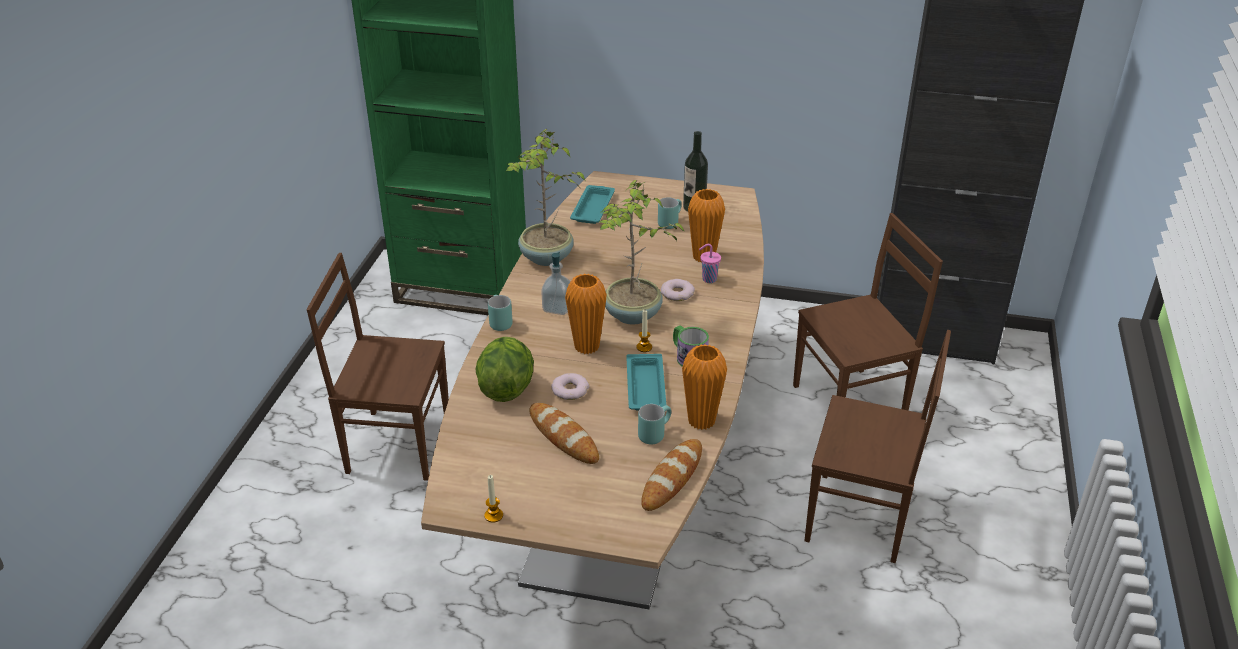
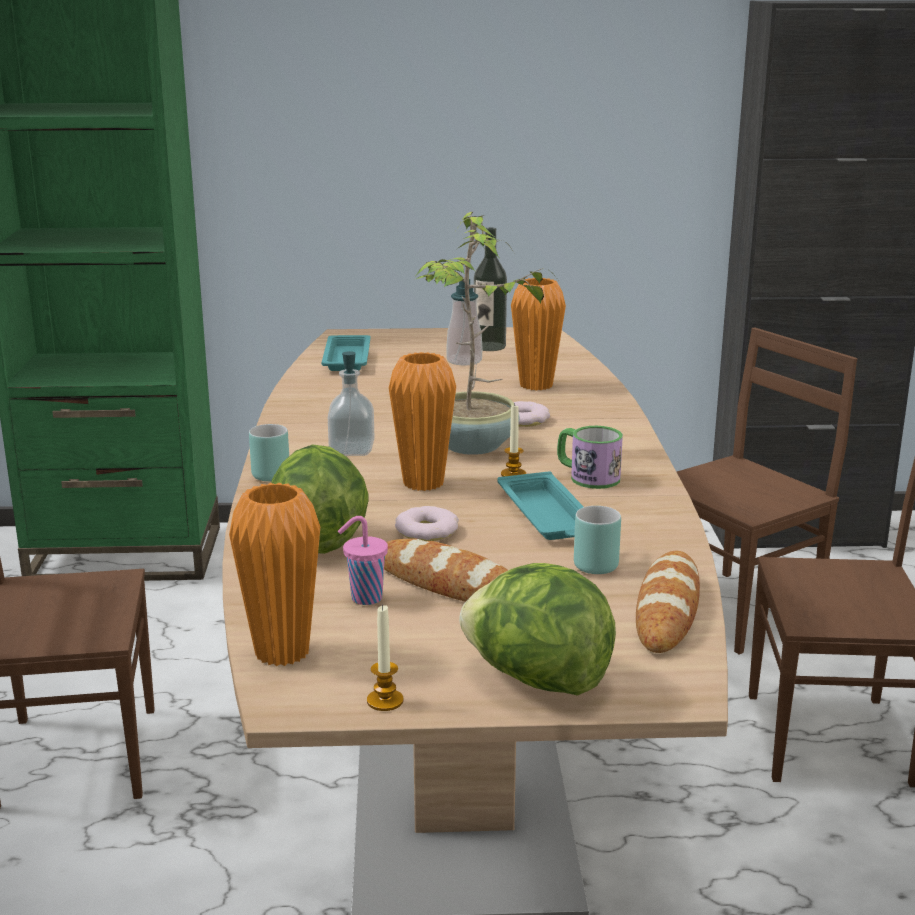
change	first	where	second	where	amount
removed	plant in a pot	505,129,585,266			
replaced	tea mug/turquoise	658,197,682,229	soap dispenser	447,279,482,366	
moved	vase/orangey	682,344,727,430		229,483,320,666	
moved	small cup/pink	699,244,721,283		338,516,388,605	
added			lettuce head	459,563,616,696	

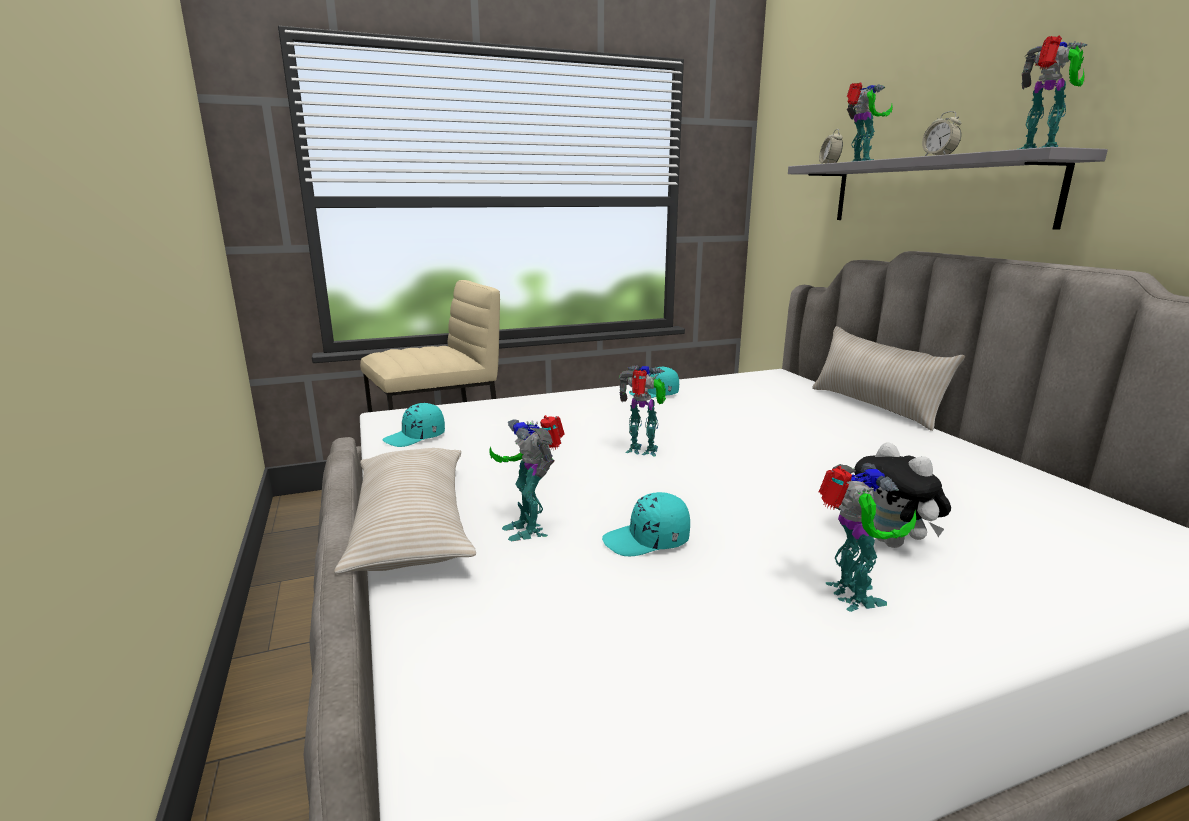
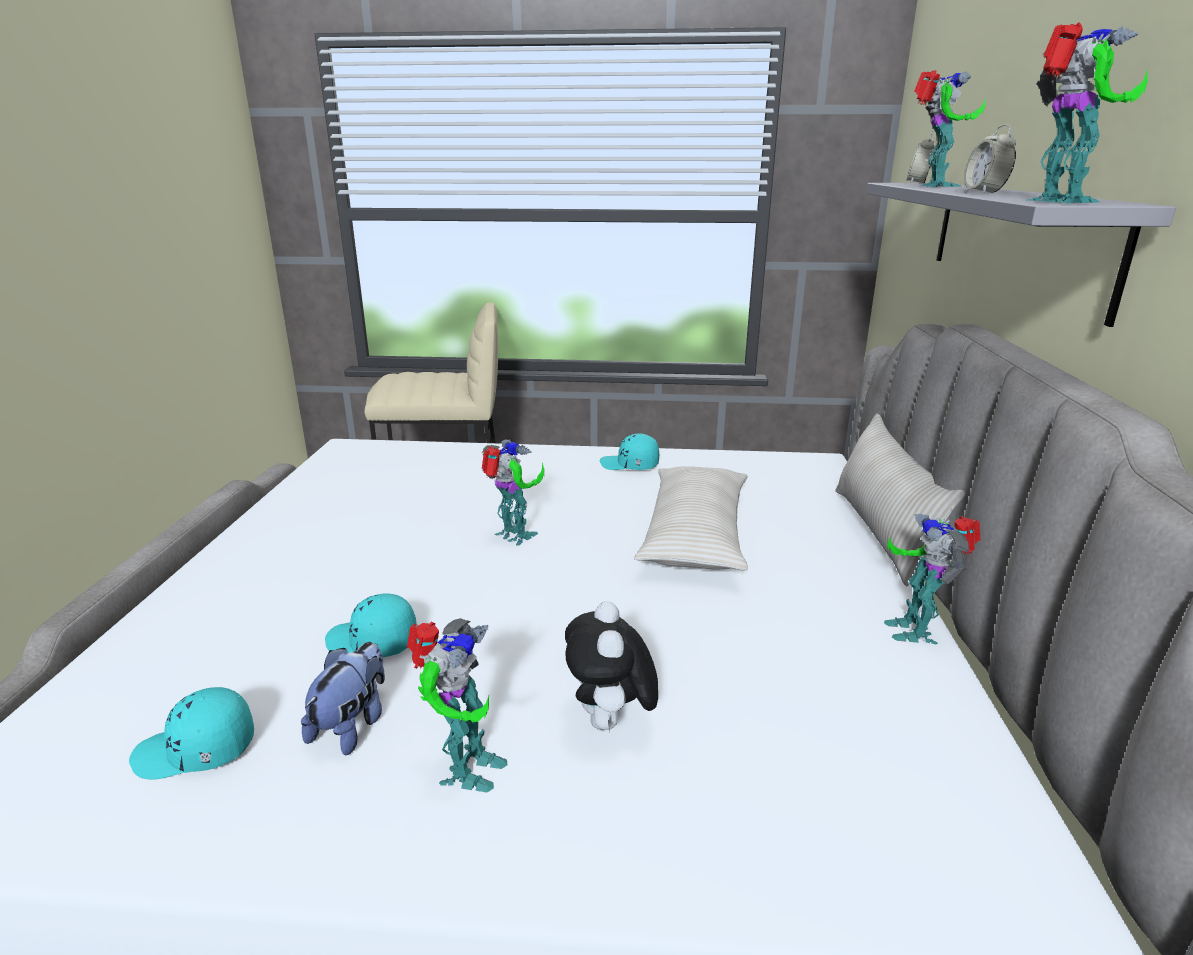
change	first	where	second	where	amount
moved	throw pillow/beige-coloured	334,448,476,574		634,466,748,571	
moved	peaked cap/turquoise	383,403,445,447		129,687,254,780	
moved	model robot	489,415,565,541		884,514,981,644	
added			plush toy	301,642,385,755	

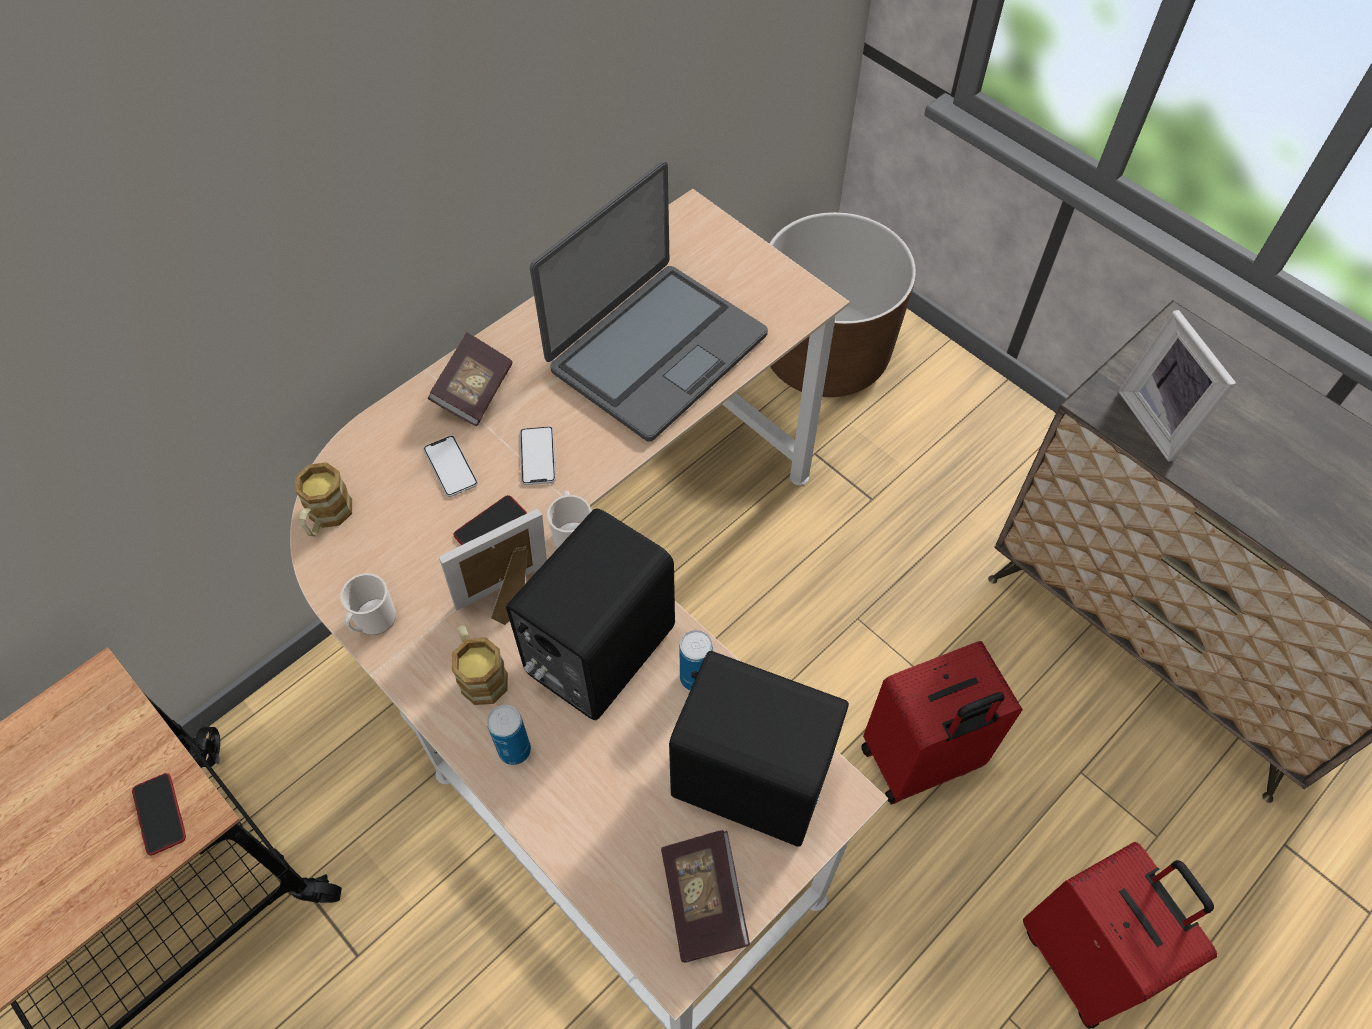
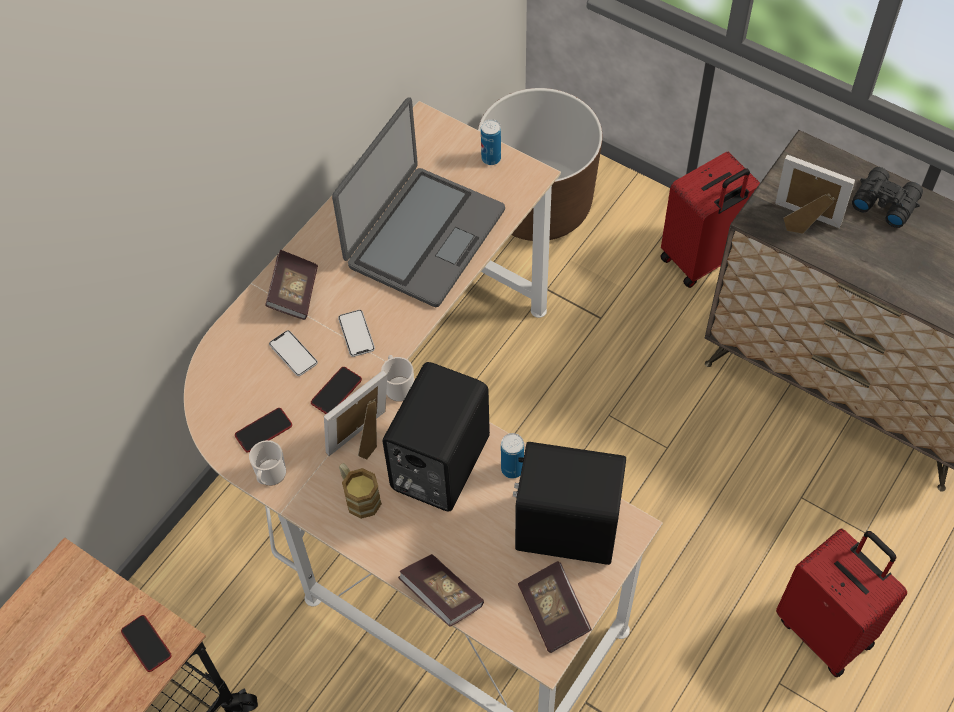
change	first	where	second	where	amount
removed	tea mug	295,462,352,537			
moved	can	487,705,531,765		481,119,501,165	
moved	travel case/red-coloured	861,641,1022,804		660,152,760,288	
turned	photo frame	1118,310,1236,462		775,155,855,234	150 degrees clockwise
added			telephone	235,408,292,452	
added			bound book	398,554,484,627	
added			pair of binoculars/black-coloured	852,167,923,228	

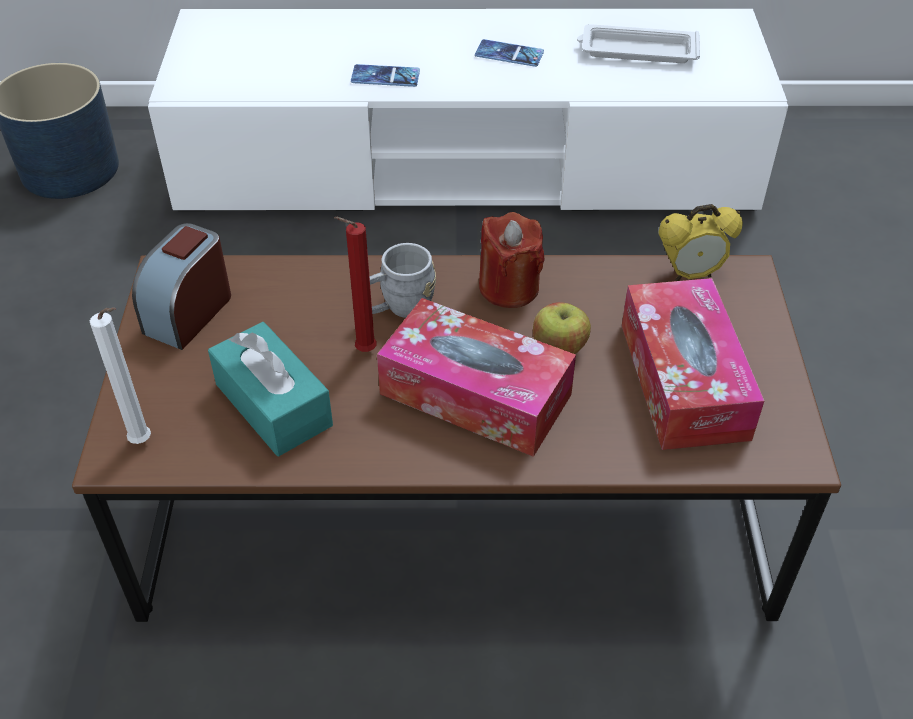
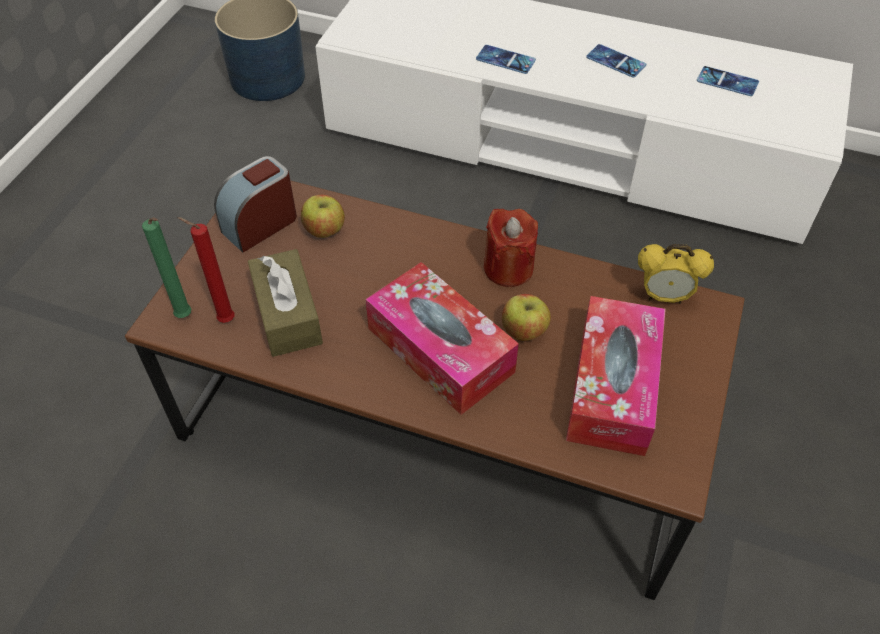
change	first	where	second	where	amount
recoloured	wax candle/white	90,307,151,444	wax candle/green	142,217,191,318	
recoloured	tissue box/turquoise	208,322,333,456	tissue box/brown	248,249,323,357	
moved	wax candle/red-coloured	334,217,377,352		177,217,235,323	
removed	tea mug/gray	369,243,436,318			
replaced	carrying tray/white	577,24,700,63	telephone	697,66,759,96	
added			apple	301,195,345,238	

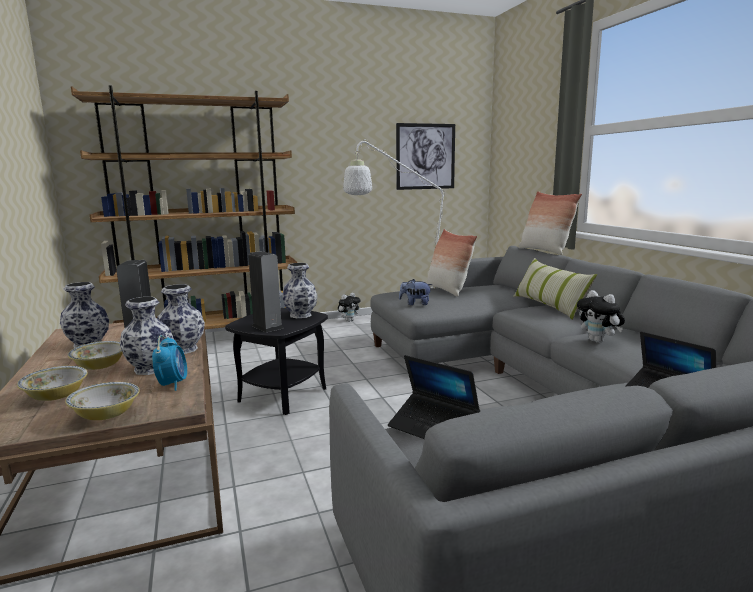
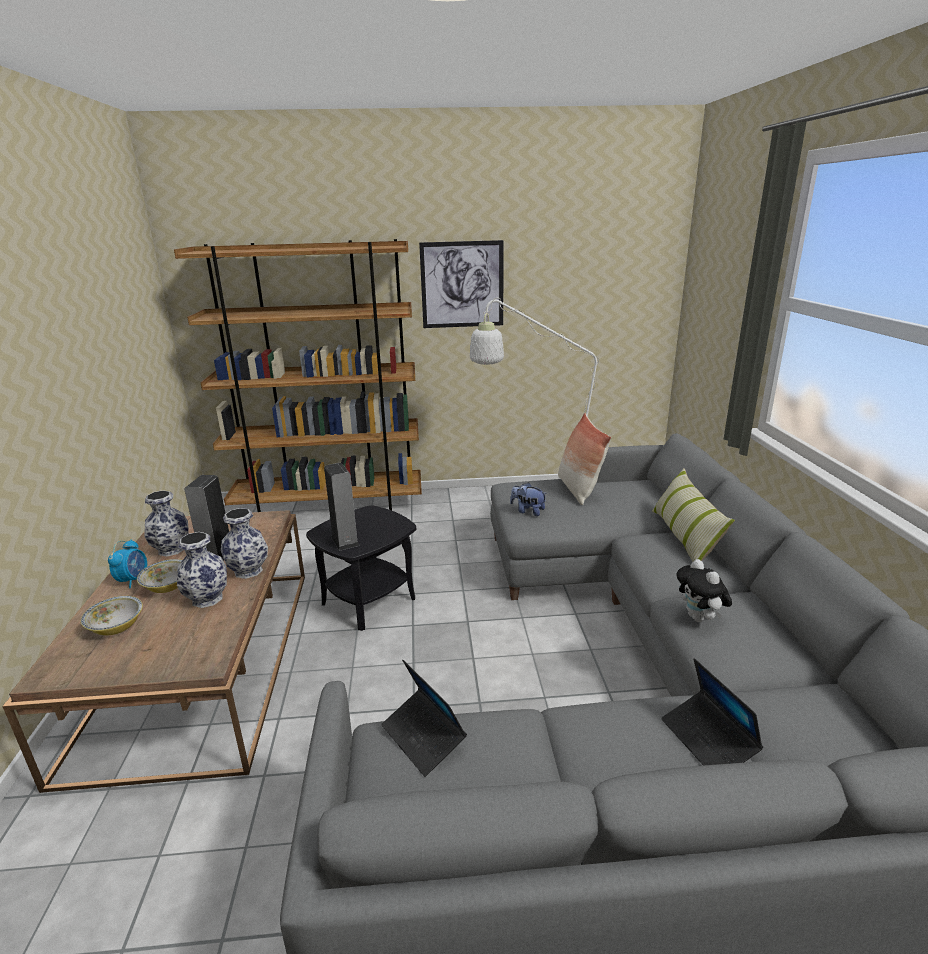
change	first	where	second	where	amount
removed	bowl	65,382,140,420			
moved	alarm clock	152,335,187,391		108,539,147,588	
removed	vase	282,263,317,318			
removed	plush toy	338,293,361,322			
moved	wall picture	396,123,455,190		419,240,504,328	
removed	throw pillow	518,191,582,255			

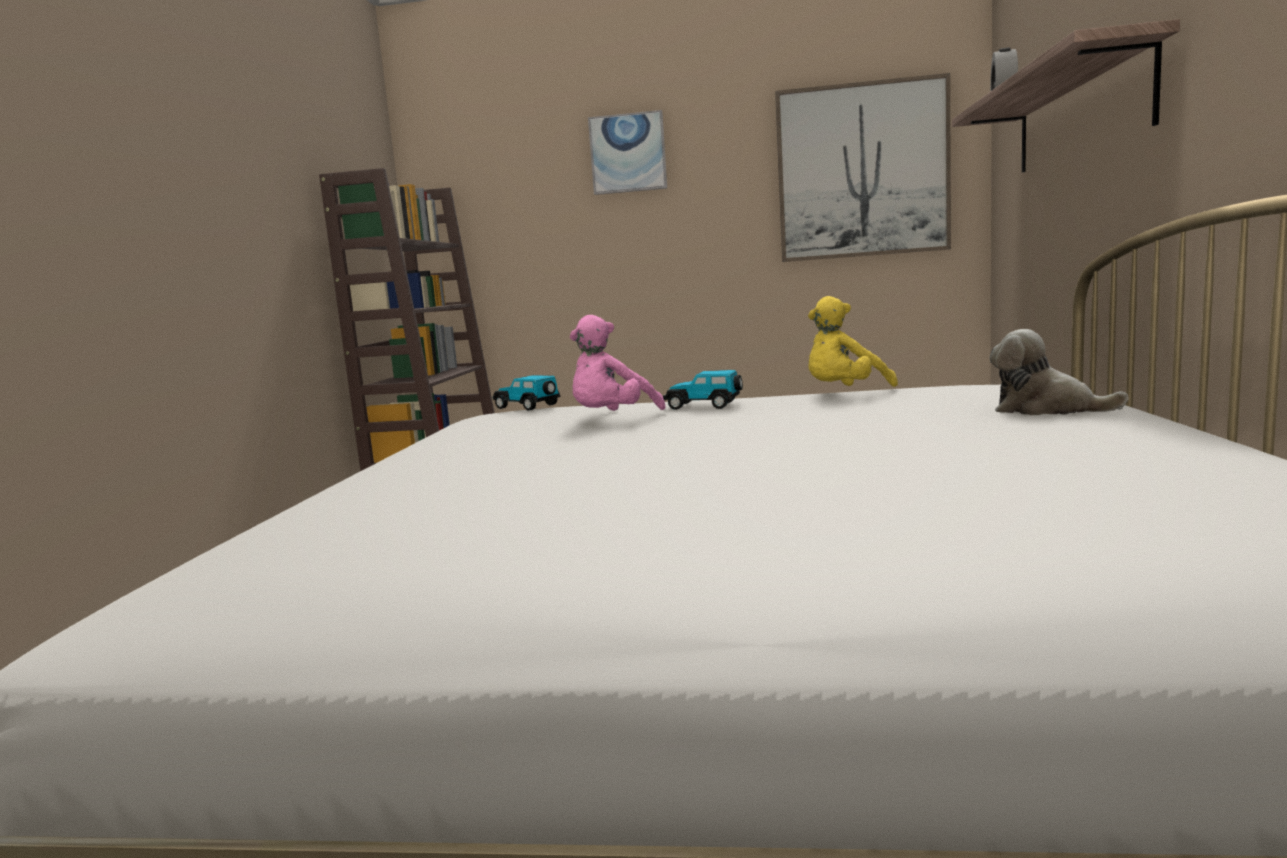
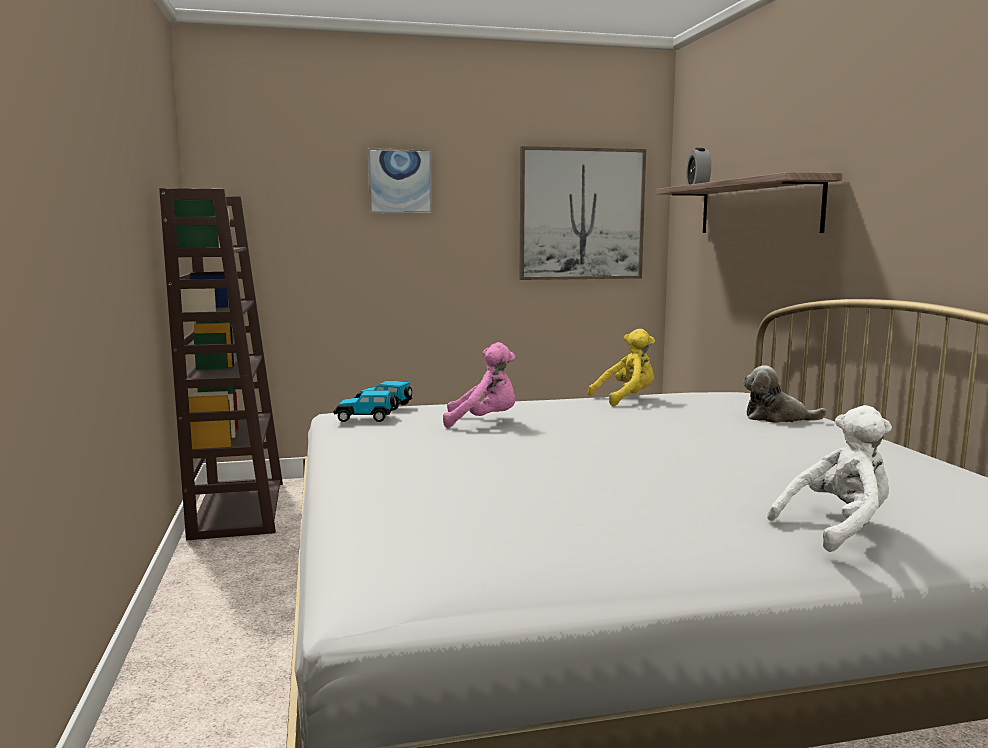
change	first	where	second	where	amount
turned	plush toy/pink	570,315,666,411		443,342,515,428	105 degrees counterclockwise
moved	model car	663,370,743,410		333,390,396,422	
turned	plush toy/yellow	808,296,898,387		588,329,655,406	150 degrees counterclockwise
added			plush toy/white	767,405,892,552	

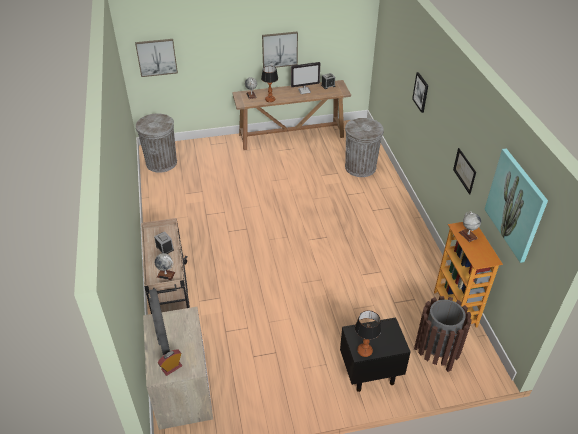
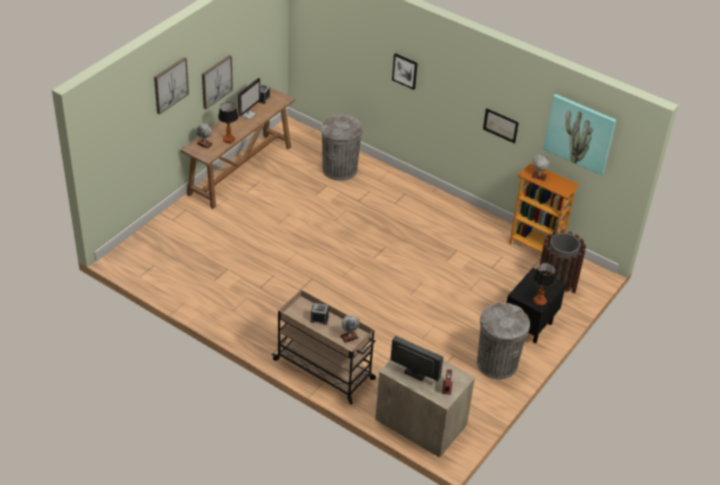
change	first	where	second	where	amount
moved	wall picture	135,39,178,77		154,57,189,114	
moved	trash can/gray	136,114,177,173		477,303,530,379	

